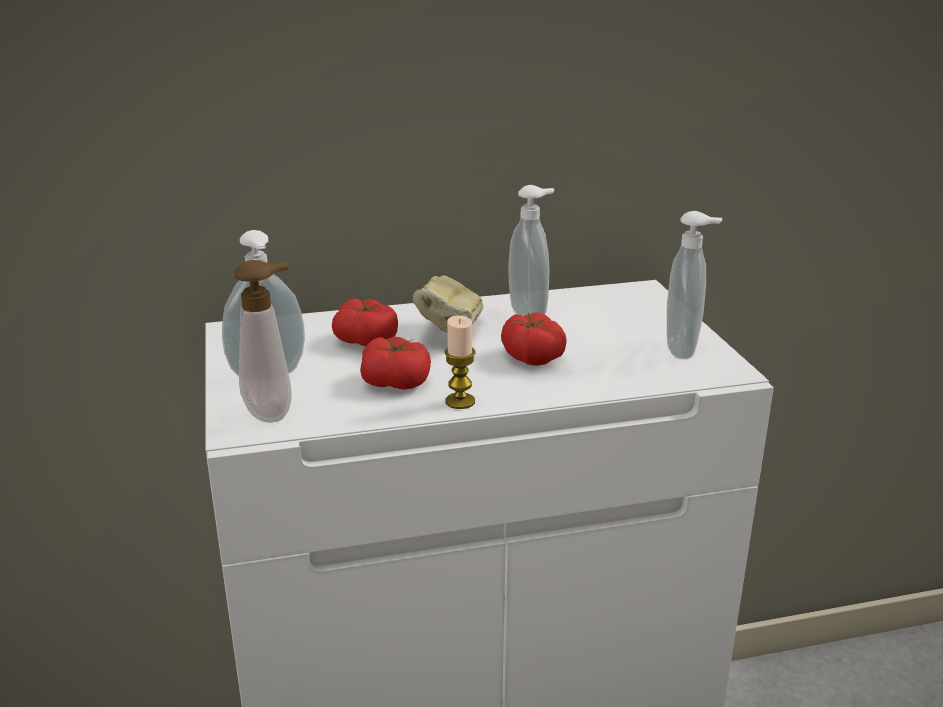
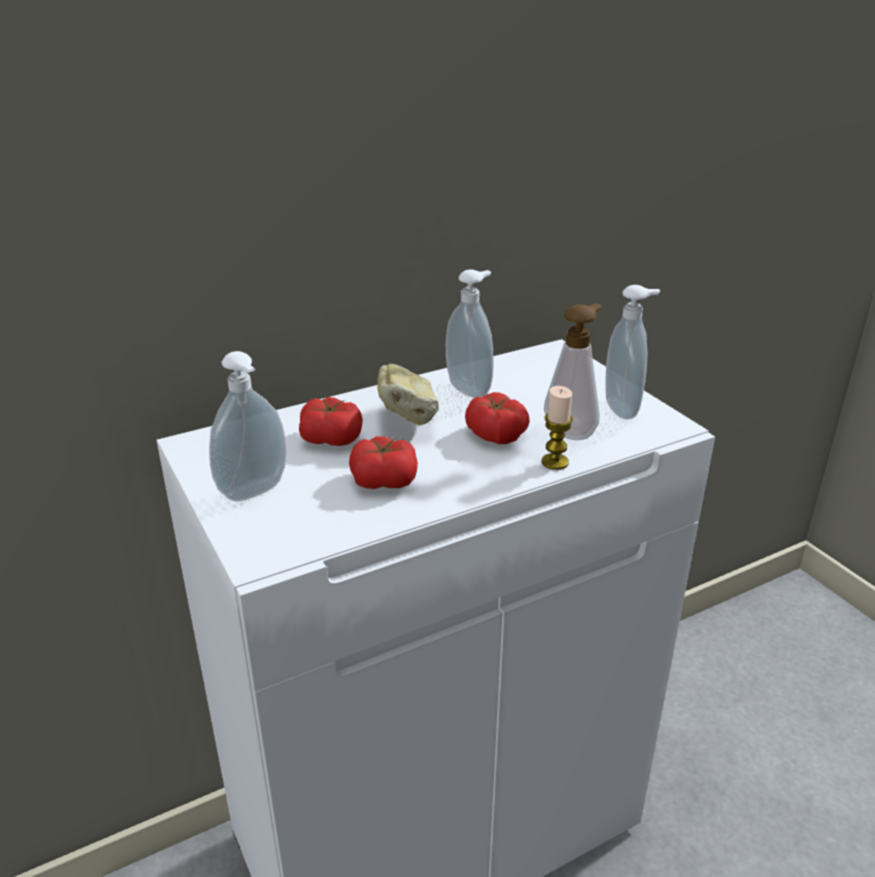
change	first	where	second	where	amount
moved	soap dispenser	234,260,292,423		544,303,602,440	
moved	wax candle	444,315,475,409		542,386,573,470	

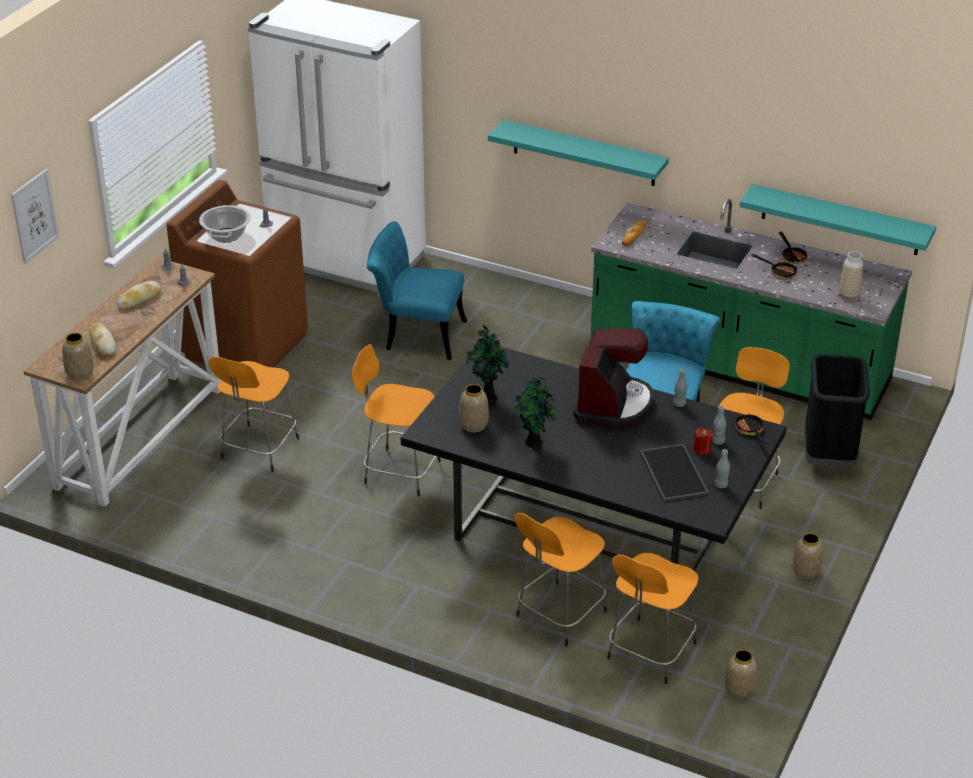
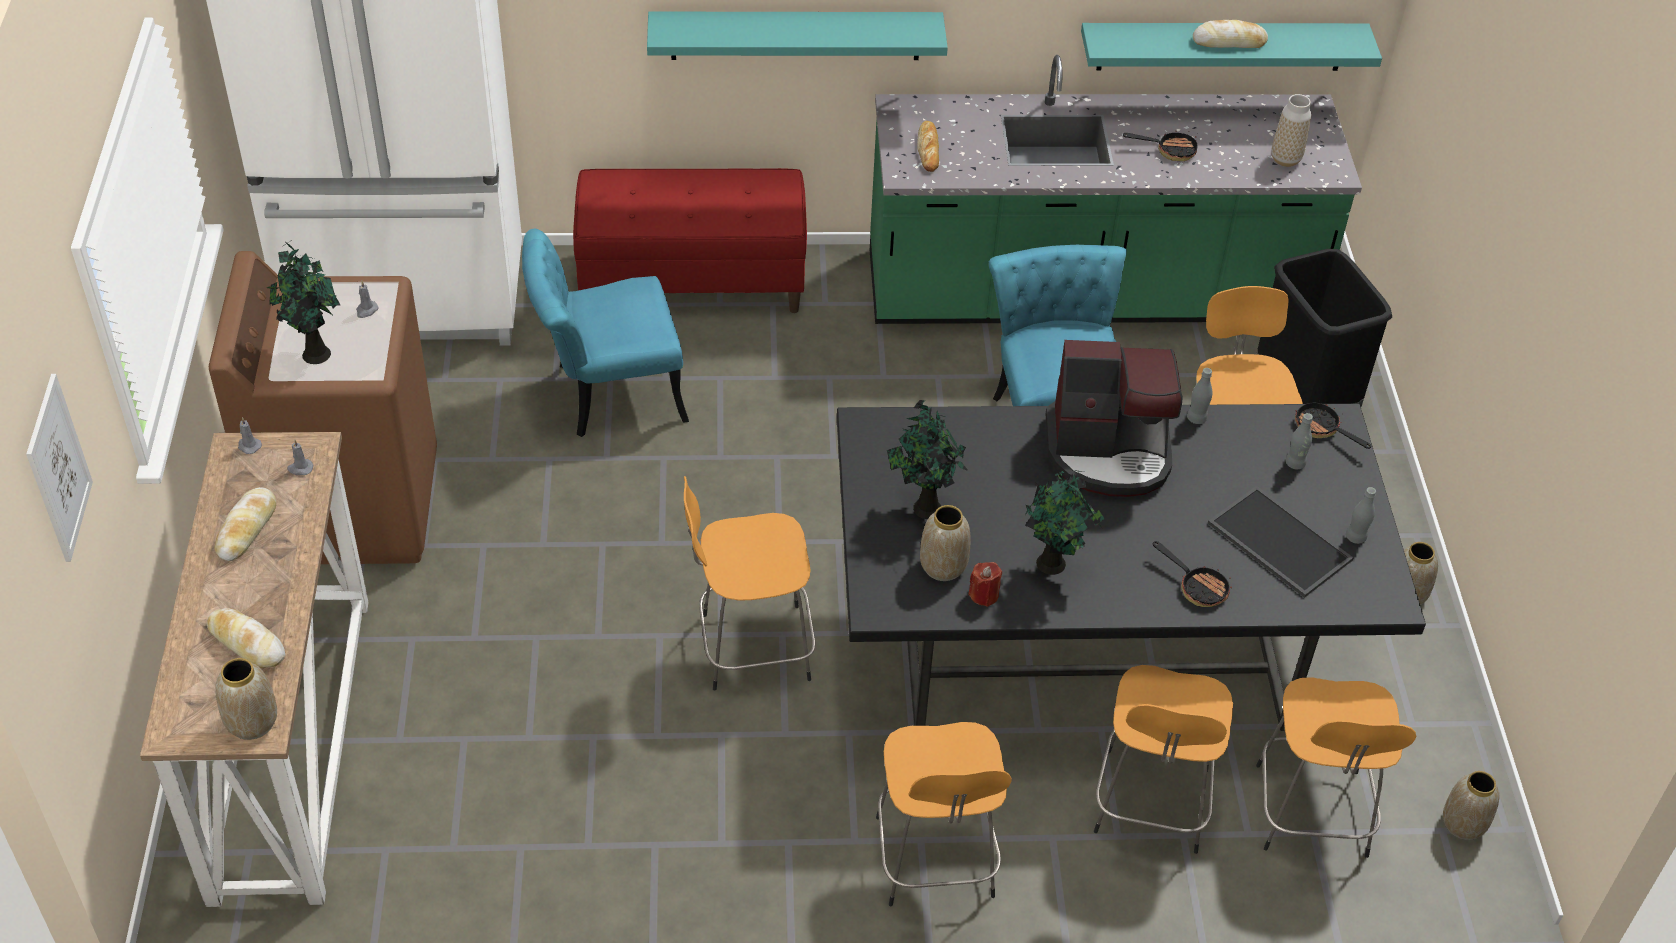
change	first	where	second	where	amount
replaced	saucepot	199,205,251,243	plant in a pot	267,240,340,364	
moved	sitting stool/orangey	209,357,299,472		876,722,1012,906	
turned	coffee maker	573,328,654,428		1046,340,1183,497	105 degrees clockwise
moved	wax candle/red-coloured	693,428,713,455		968,562,1002,607	
moved	skillet	779,232,807,264		1153,541,1232,607	
added			bench/red-coloured	573,168,807,313	
added			baked bread	1193,20,1268,48	

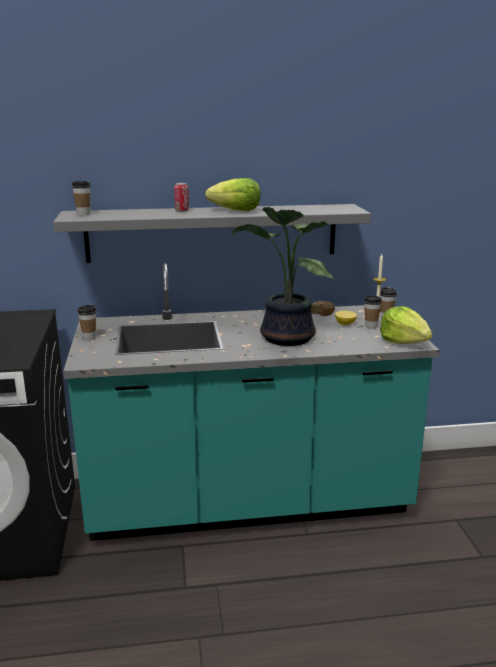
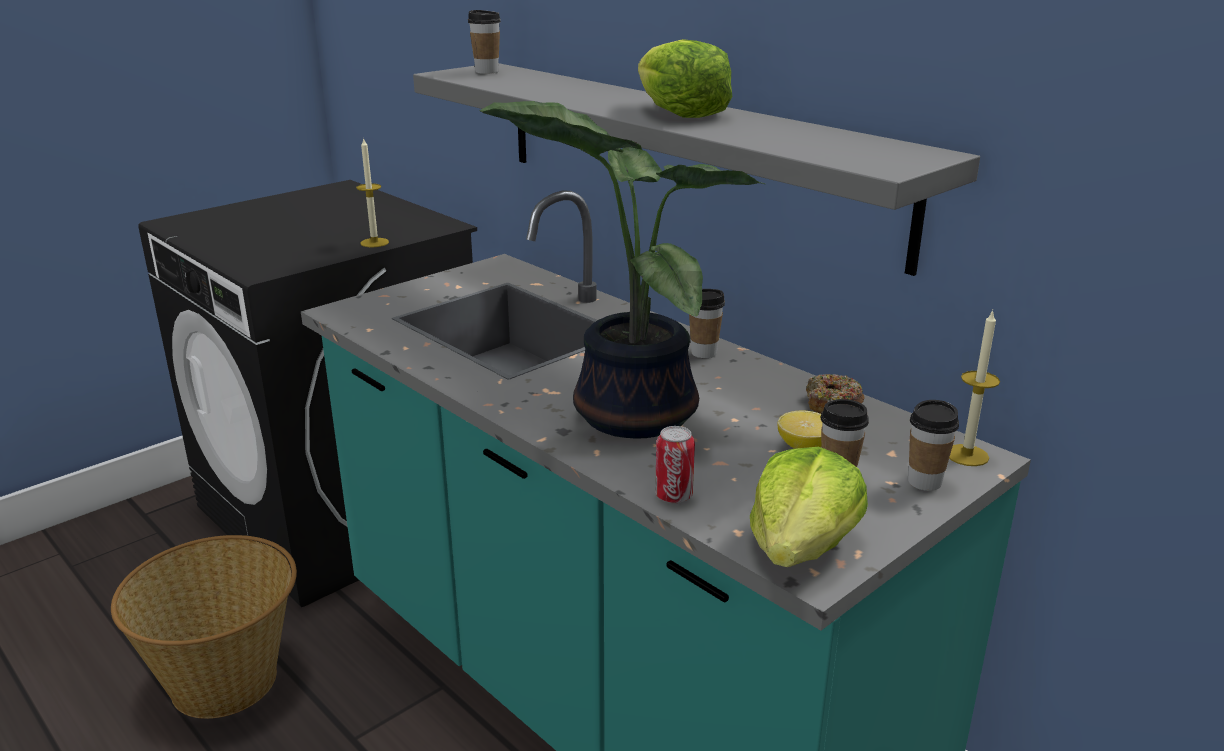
change	first	where	second	where	amount
moved	small cup	78,305,96,340		689,289,725,358	
moved	can	174,183,189,212		655,426,695,503	
added			basket	111,535,297,719	
added			wax candle	356,137,389,247	

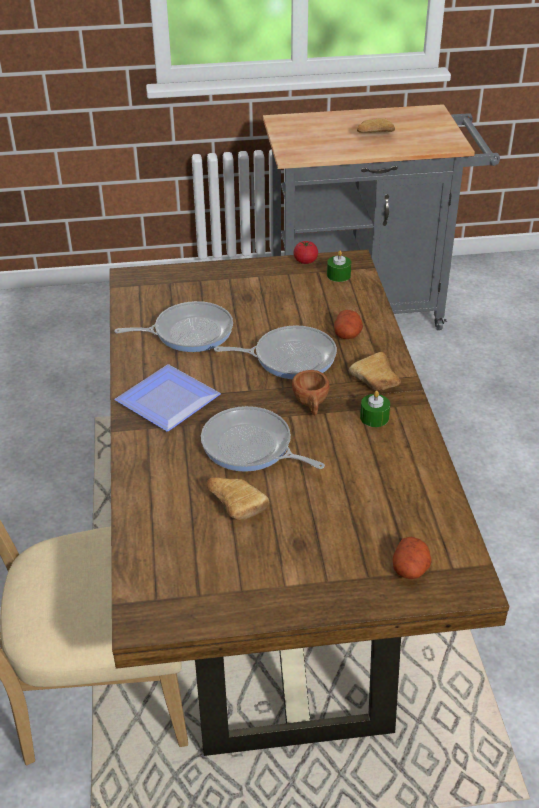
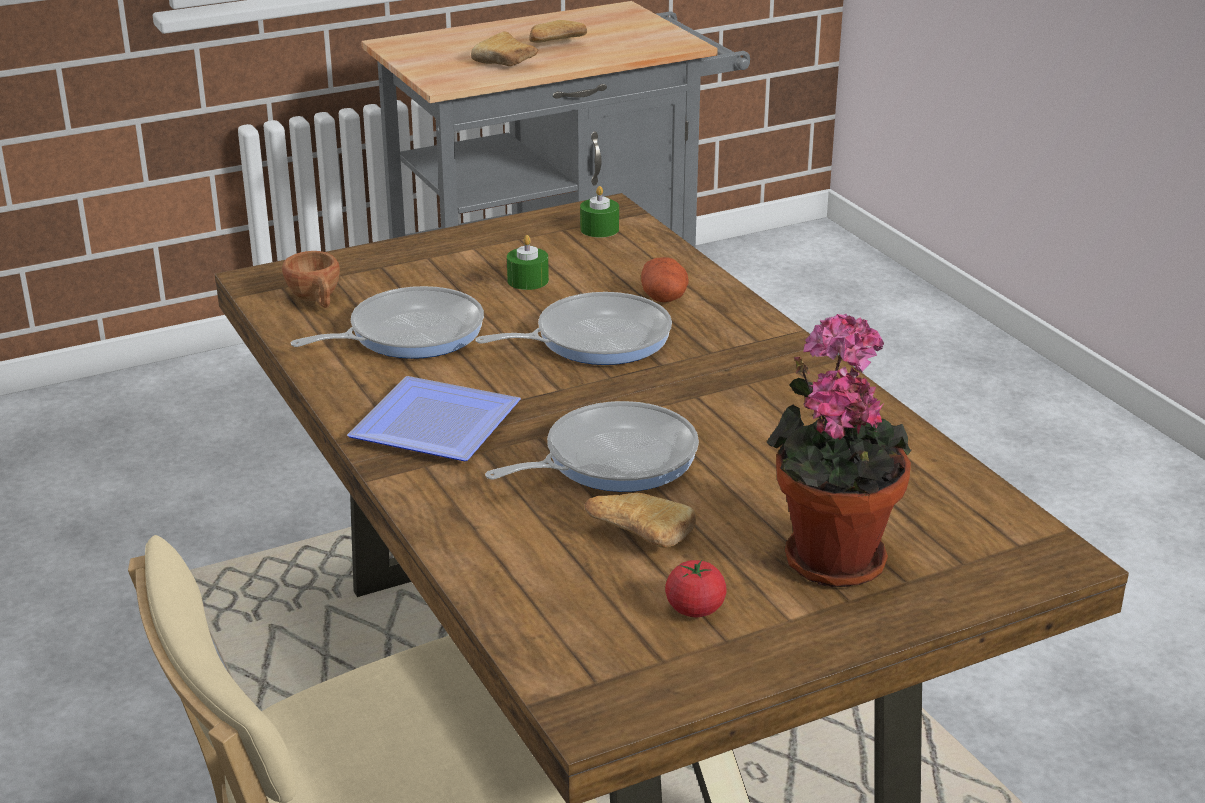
change	first	where	second	where	amount
turned	skillet	201,406,325,472		485,401,699,492	135 degrees clockwise
moved	small cup/brown	292,370,329,415		282,251,340,308	
moved	fresh tomato	293,241,318,264		665,560,727,617	
moved	baked bread	349,352,401,391		471,31,539,66	
moved	wax candle/green	360,391,390,427		507,235,549,290	
removed	whole potato	393,537,431,579			
added			plant in a pot	767,314,912,587	

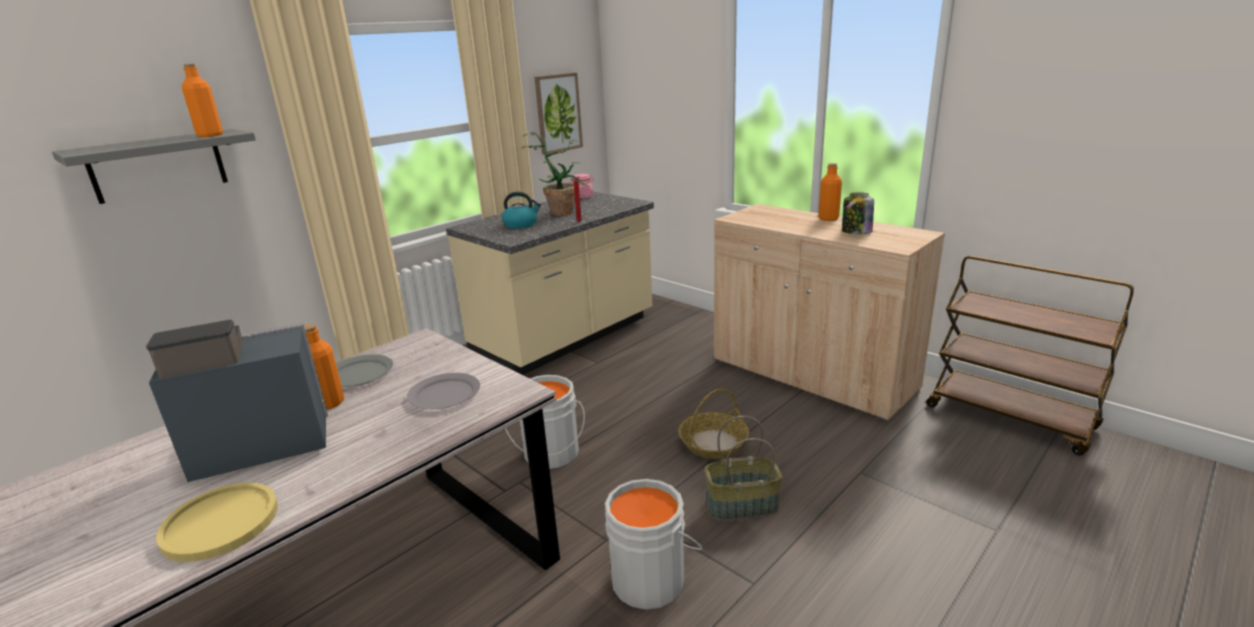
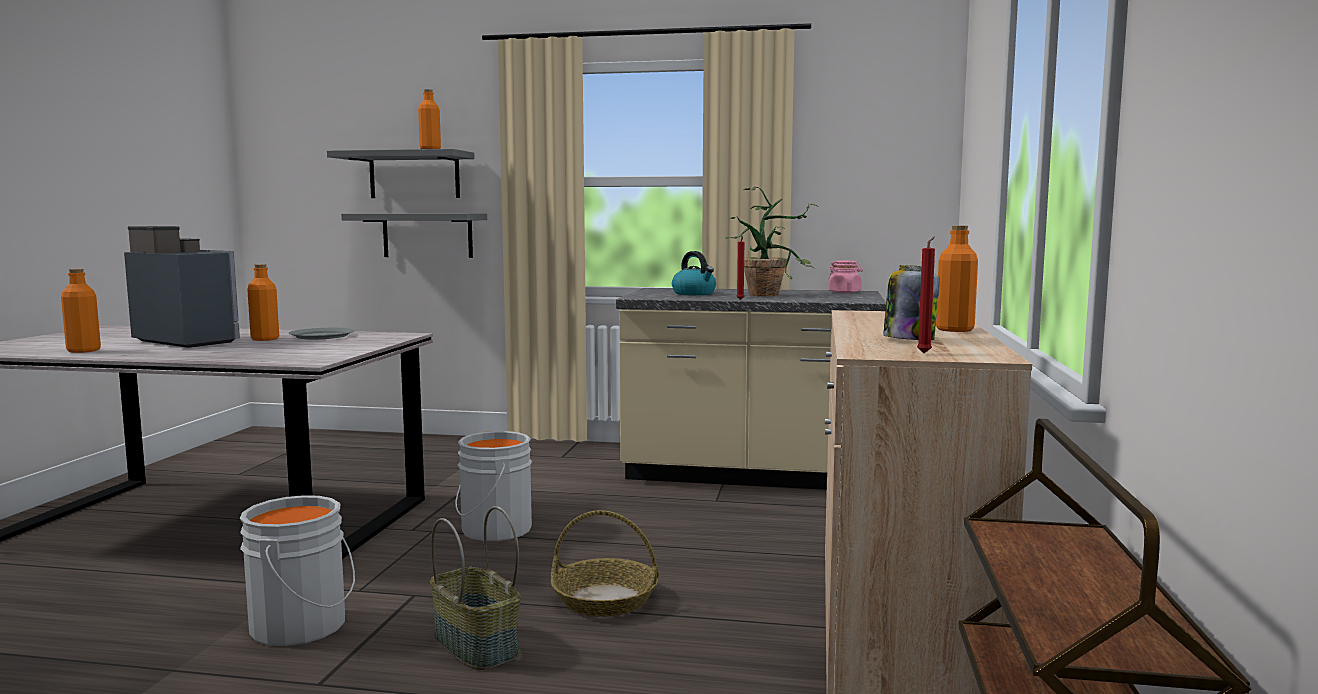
change	first	where	second	where	amount
replaced	plate/yellow	156,483,278,562	beverage bottle/orangey	61,269,101,353	
removed	plate/gray	407,373,480,409			
removed	wall picture	534,73,583,155			
added			bracket shelf/gray	341,214,487,258	
added			wax candle/red-coloured	917,236,935,353	

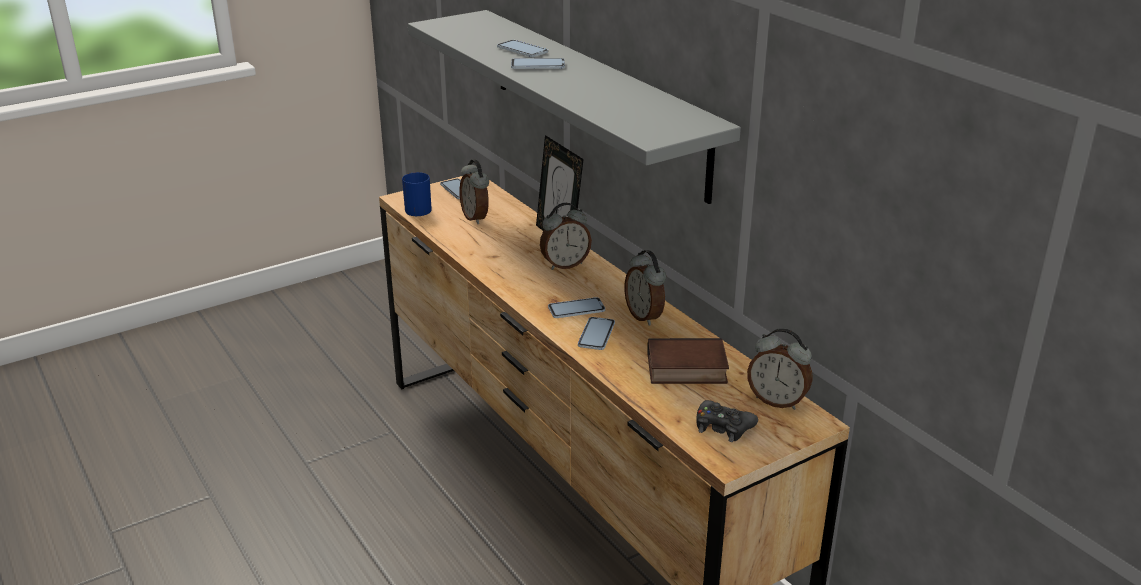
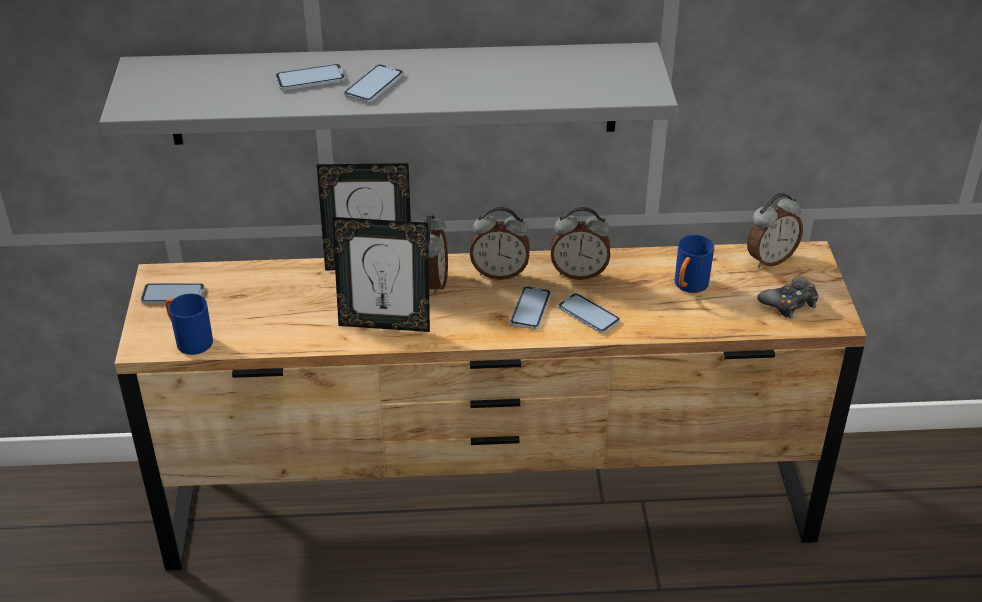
change	first	where	second	where	amount
moved	alarm clock	459,160,489,224		470,207,530,280	
replaced	bound book	647,338,729,384	tea mug/bluish	675,235,714,293	
added			photo frame	332,217,430,332	

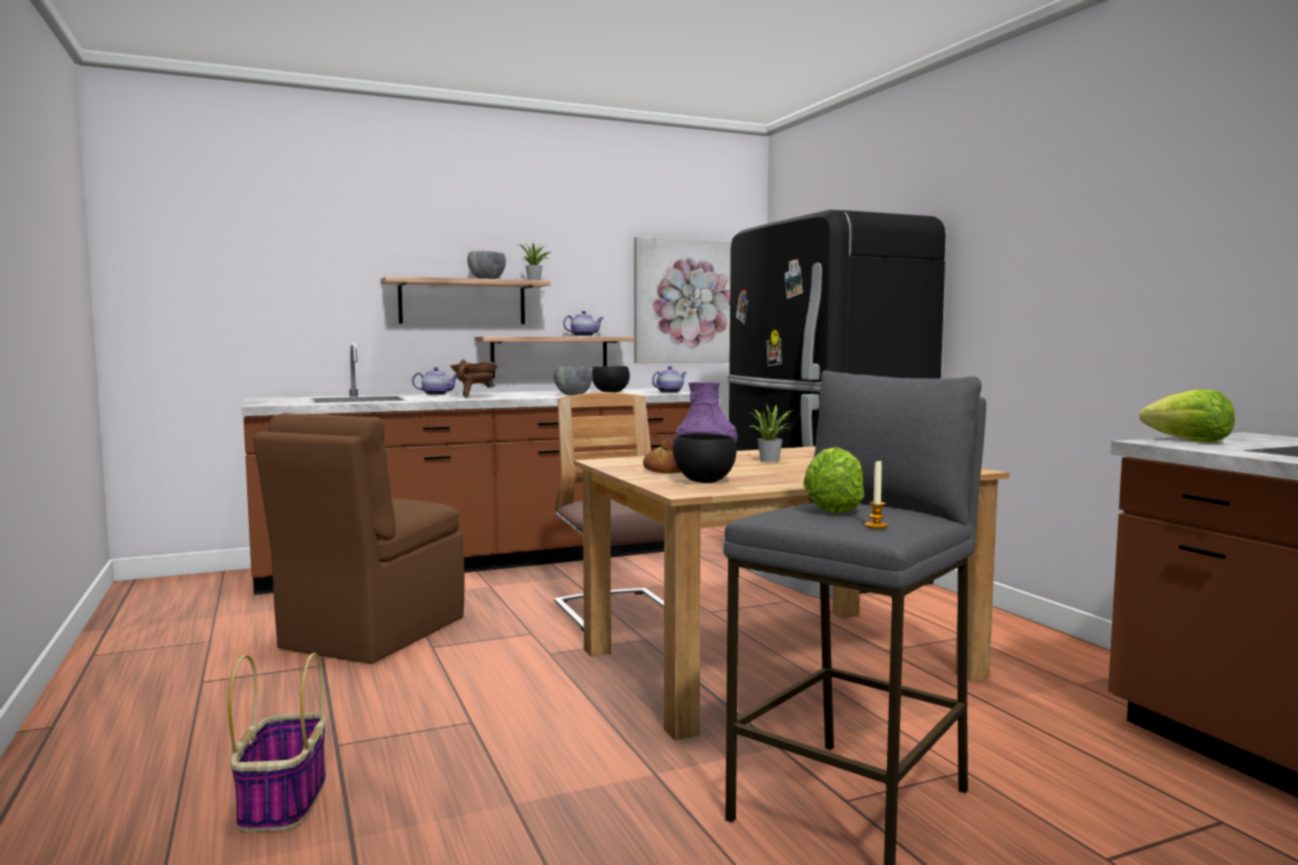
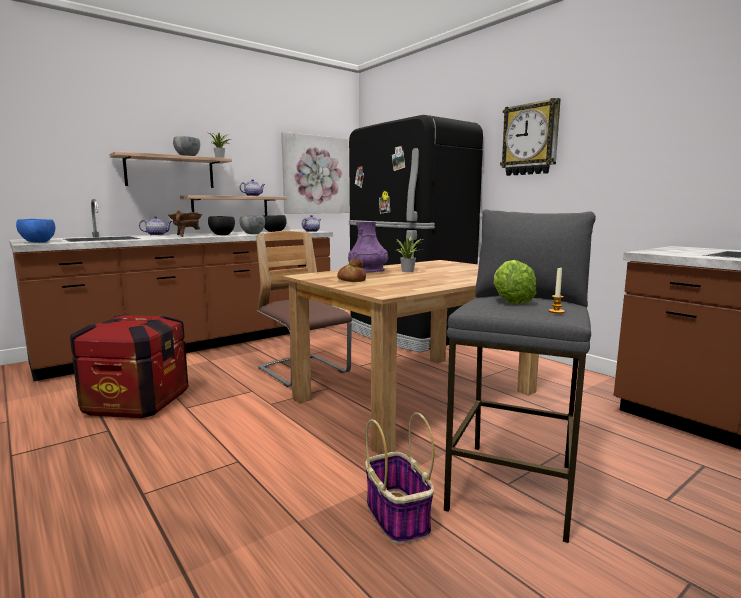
change	first	where	second	where	amount
moved	basket	228,653,326,832		365,412,434,544	
replaced	upright chair/brown	253,413,465,664	packing crate	70,314,188,418	
moved	bowl/black-coloured	673,433,736,483		208,216,235,235	
removed	lettuce head	1140,389,1235,442			
added			bowl/bluish	16,219,55,243	
added			hanging clock	500,98,561,176	

